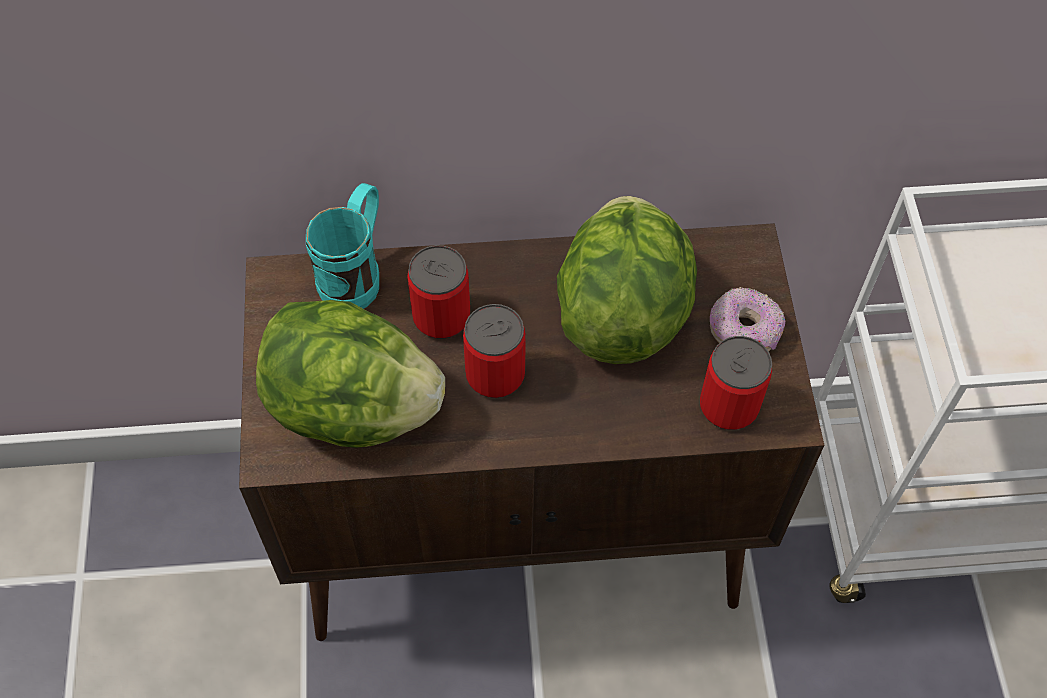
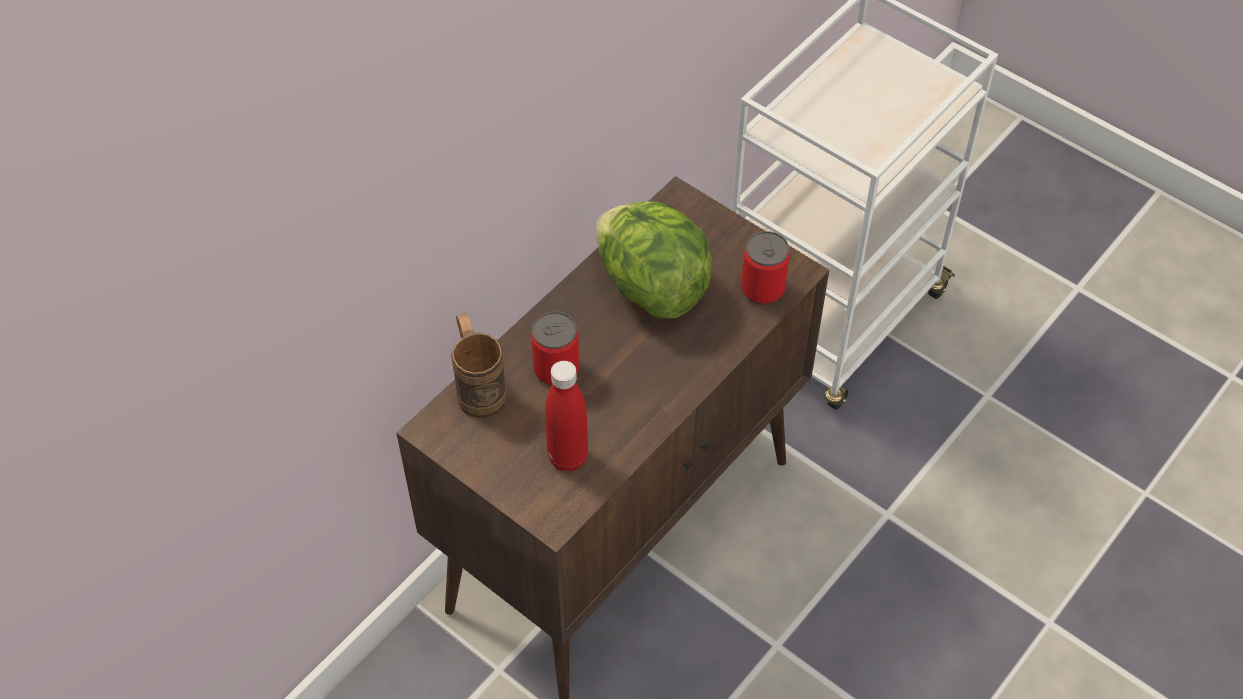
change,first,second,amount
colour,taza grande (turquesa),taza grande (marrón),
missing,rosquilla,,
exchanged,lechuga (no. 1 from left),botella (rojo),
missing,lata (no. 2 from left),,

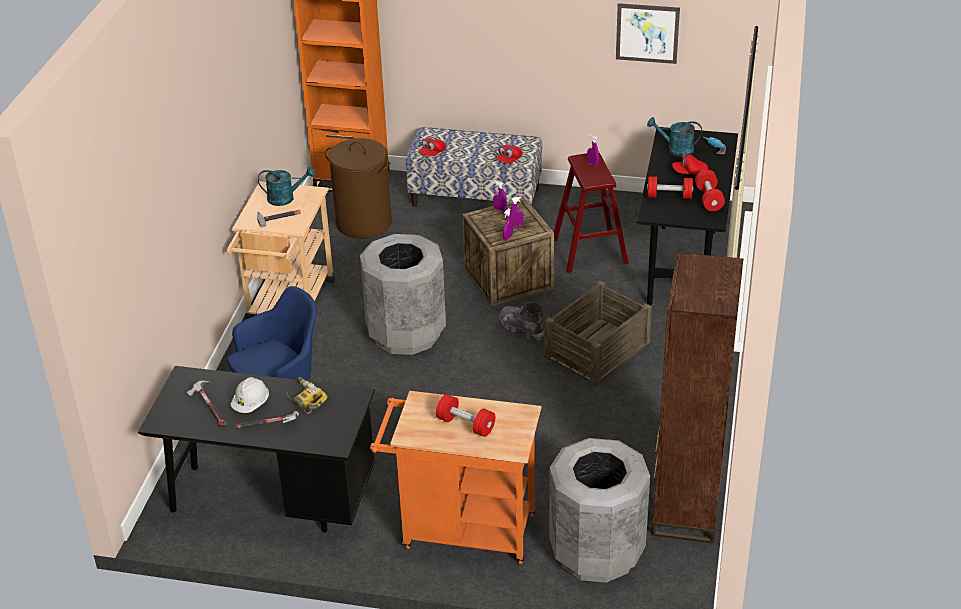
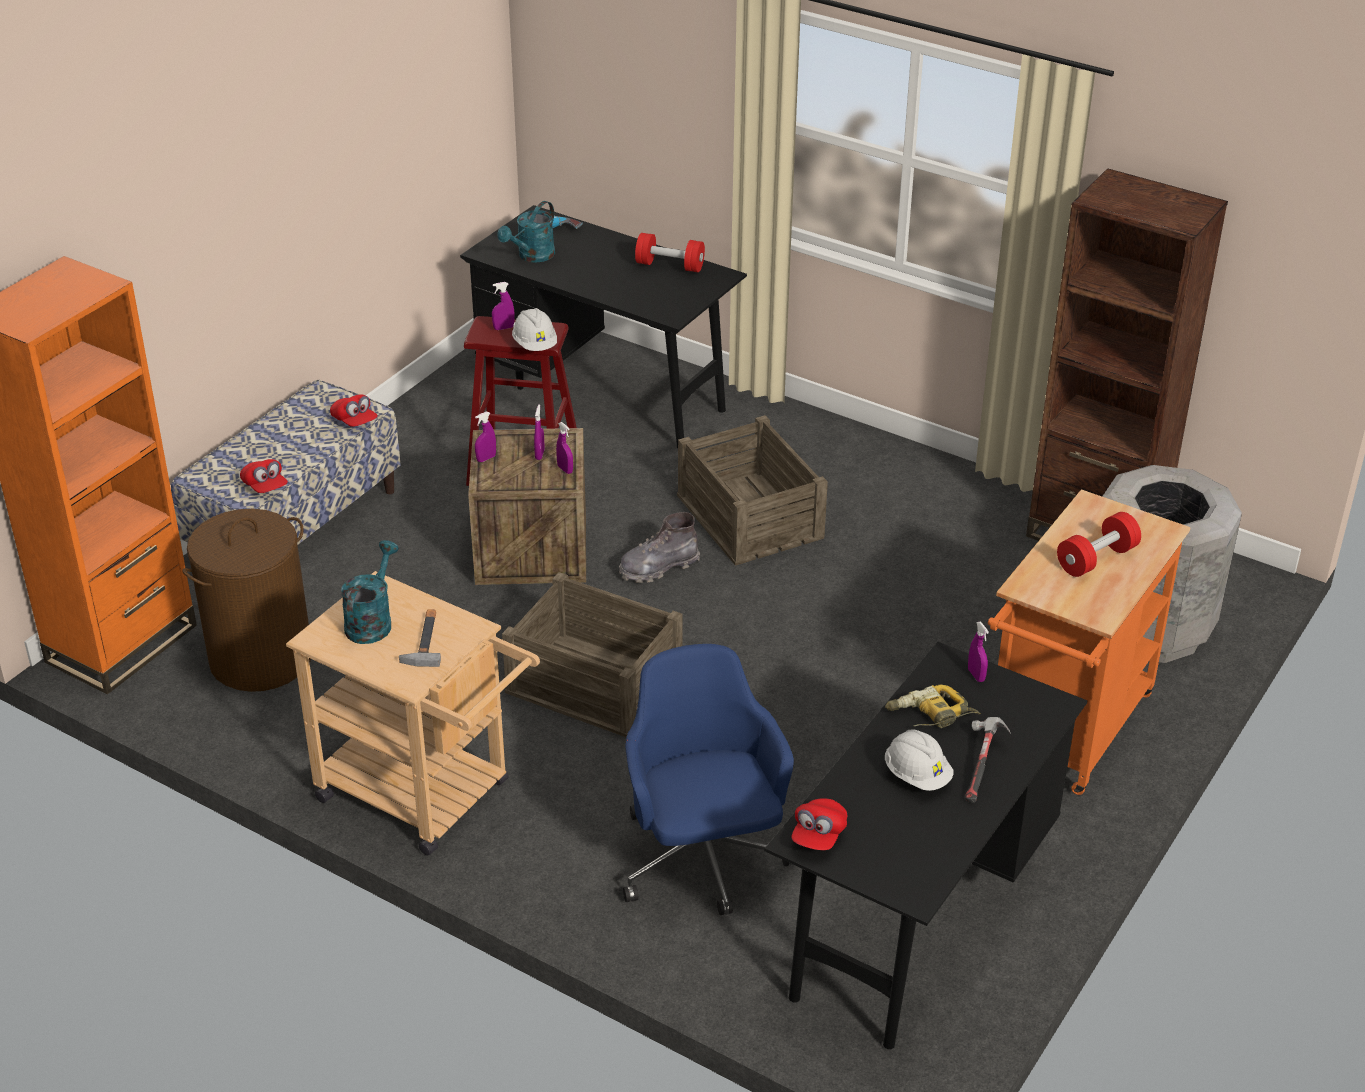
change,first,second,amount
missing,cuadro,,
relocated,gorra (rojo) (no. 3 from left),,
missing,mancuerna (rojo) (no. 2 from left),,
exchanged,papelera (gris) (no. 1 from left),caja de embalaje (no. 2 from left),
missing,martillo (no. 1 from left),,
appeared,,casco (blanco) (no. 1 from left),
appeared,,pulverizador (morado) (no. 5 from left),

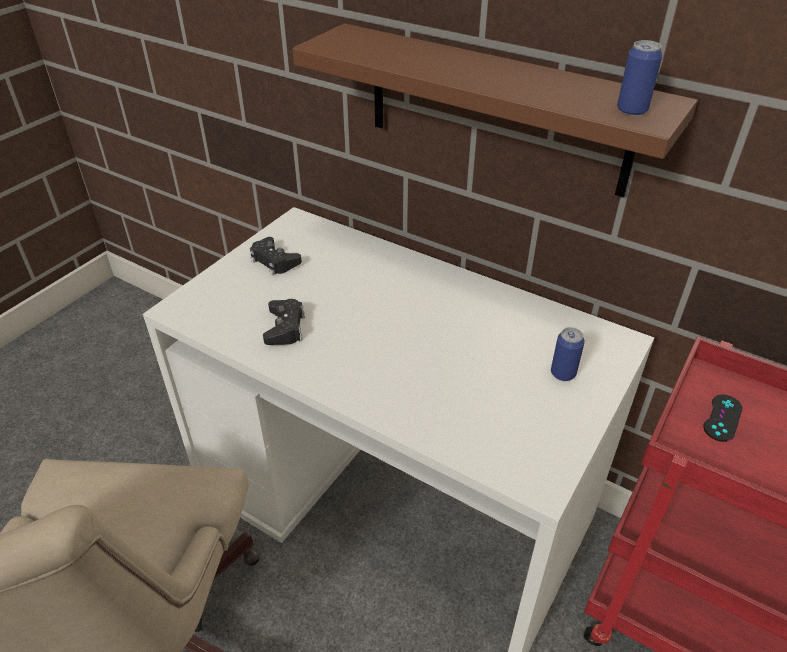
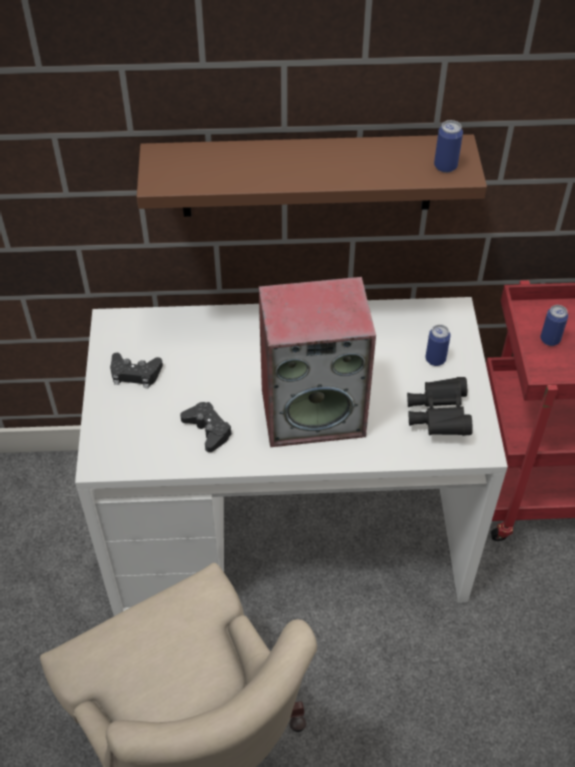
change,first,second,amount
exchanged,mando de consola (negro) (no. 3 from left),lata (no. 3 from left),
appeared,,altavoz,
appeared,,prismáticos (negro),

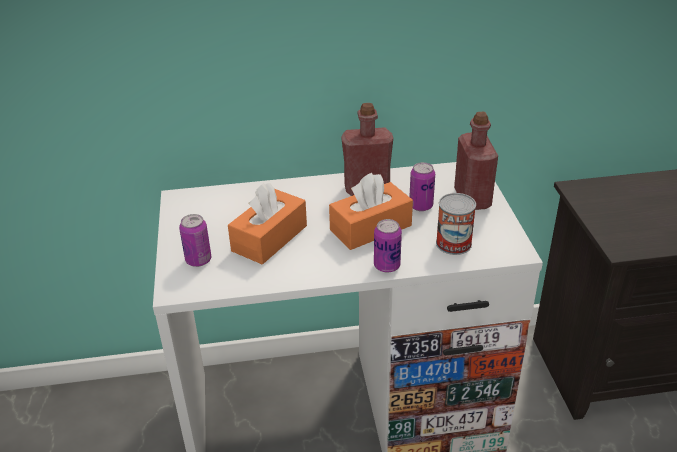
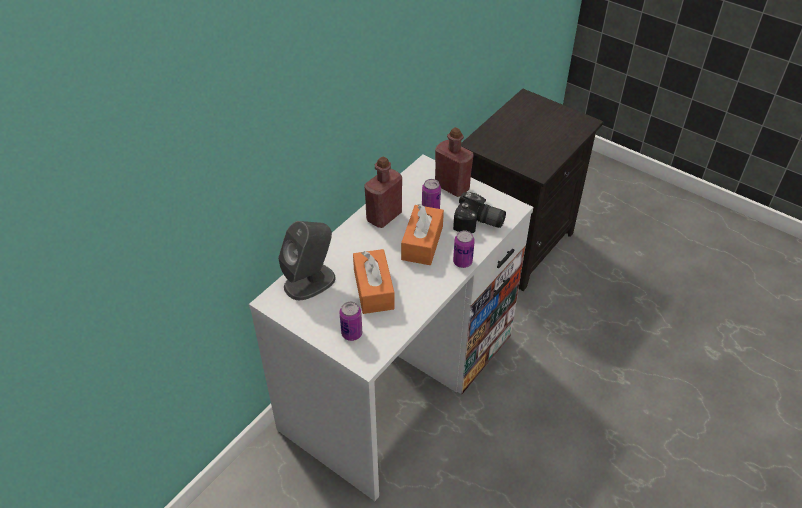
change,first,second,amount
exchanged,lata (no. 4 from left),cámara,
appeared,,altavoz (gris),

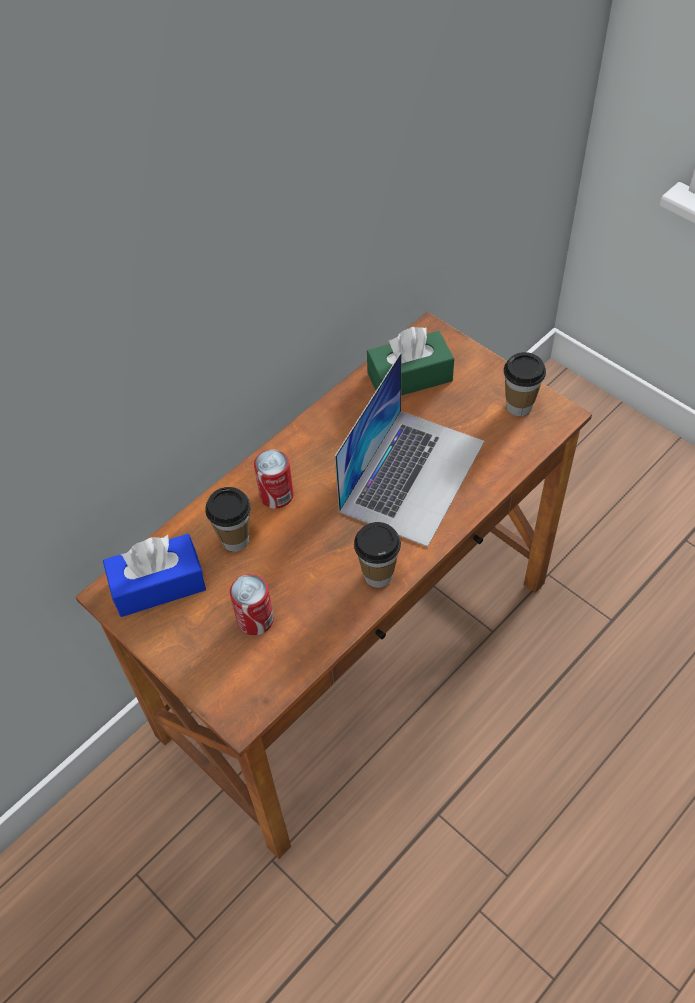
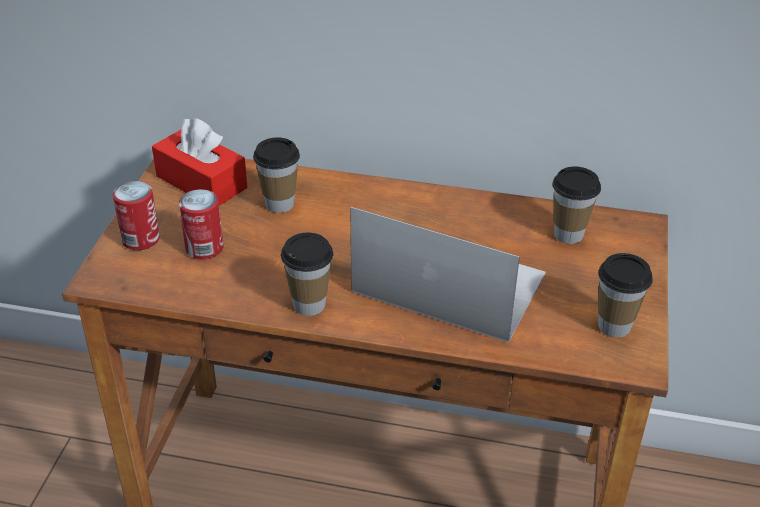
change,first,second,amount
exchanged,caja de pañuelos (verde),taza (no. 3 from left),
spun,portátil,,150 degrees counterclockwise
relocated,lata (no. 2 from left in the first image),lata (no. 1 from left),
colour,caja de pañuelos (azul),caja de pañuelos (rojo),

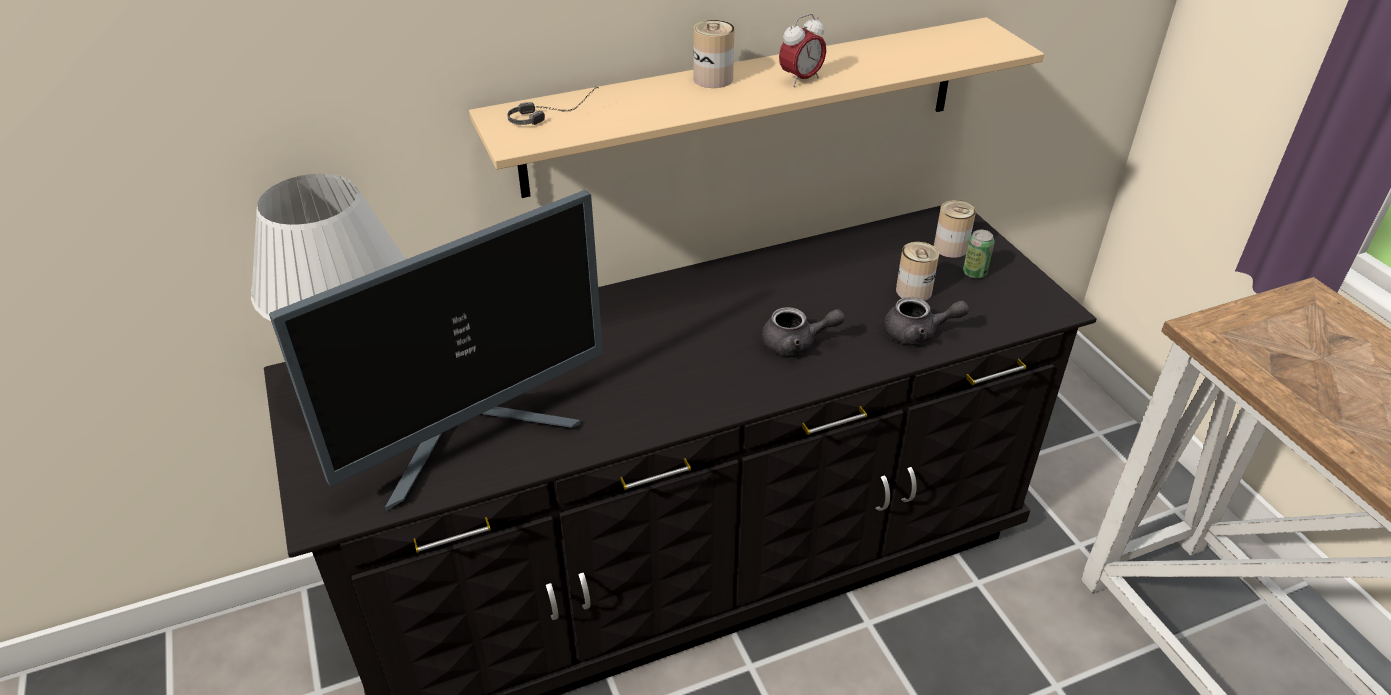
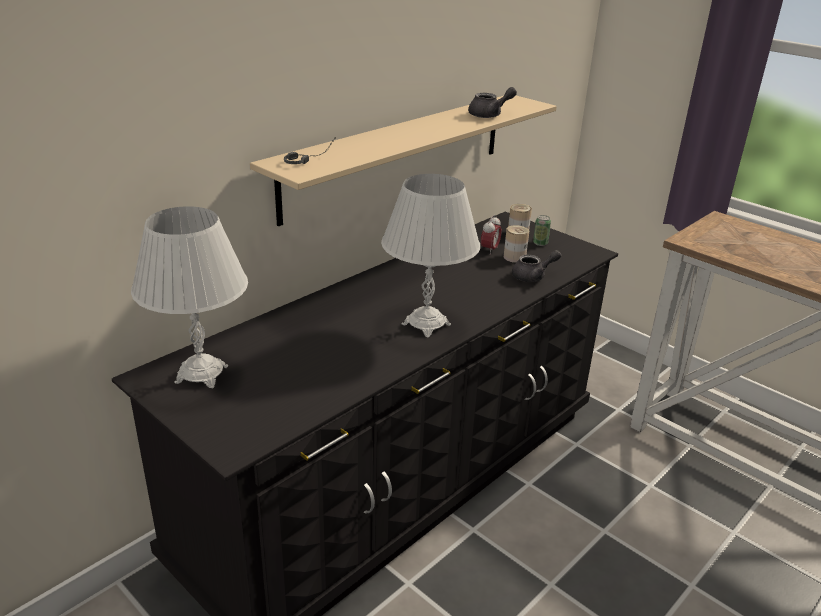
change,first,second,amount
relocated,despertador,,
missing,lata (no. 1 from left),,
missing,monitor,,
relocated,tetera (gris) (no. 1 from left),,
appeared,,lámpara de mesa (blanco) (no. 2 from left),

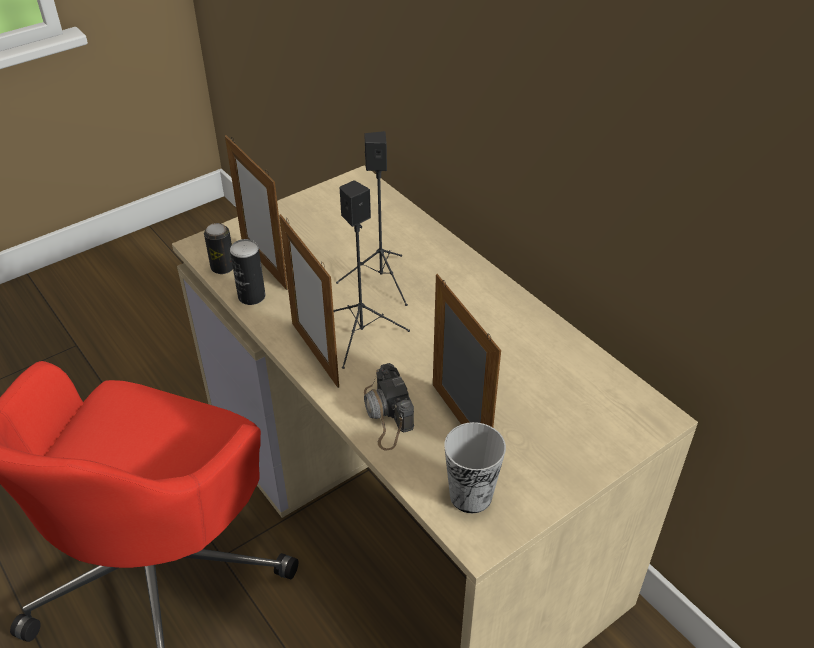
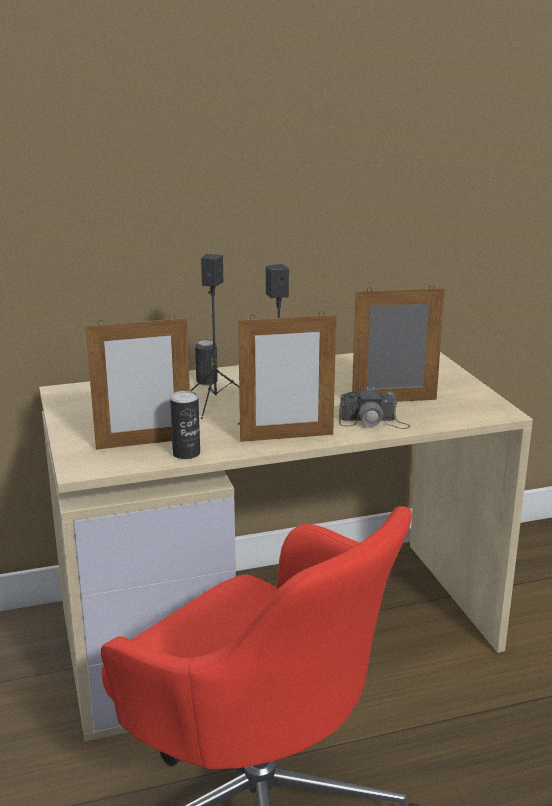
change,first,second,amount
relocated,lata (no. 1 from left in the first image),lata (no. 2 from left),
missing,taza,,

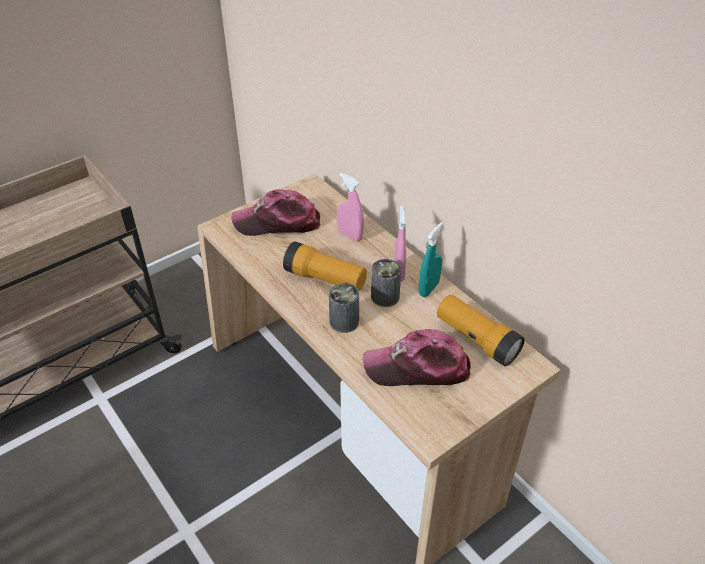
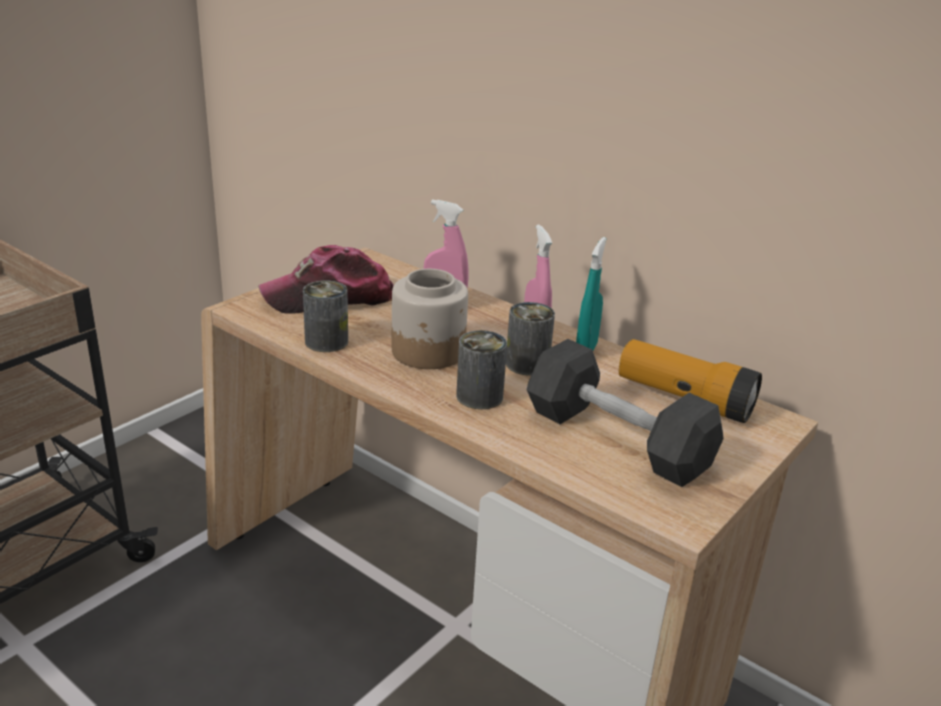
change,first,second,amount
exchanged,linterna (no. 1 from left),tarro,
exchanged,gorra (no. 2 from left),mancuerna (negro),
appeared,,lata (no. 1 from left),

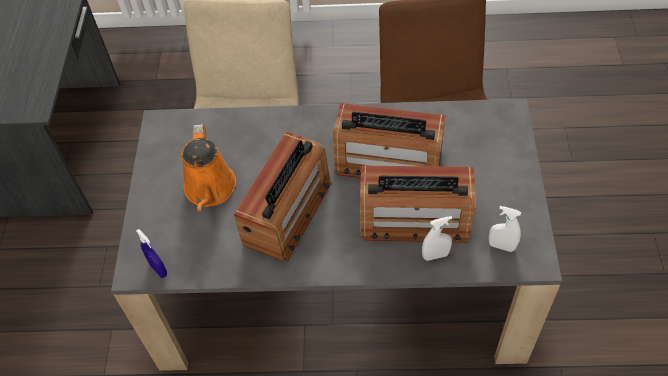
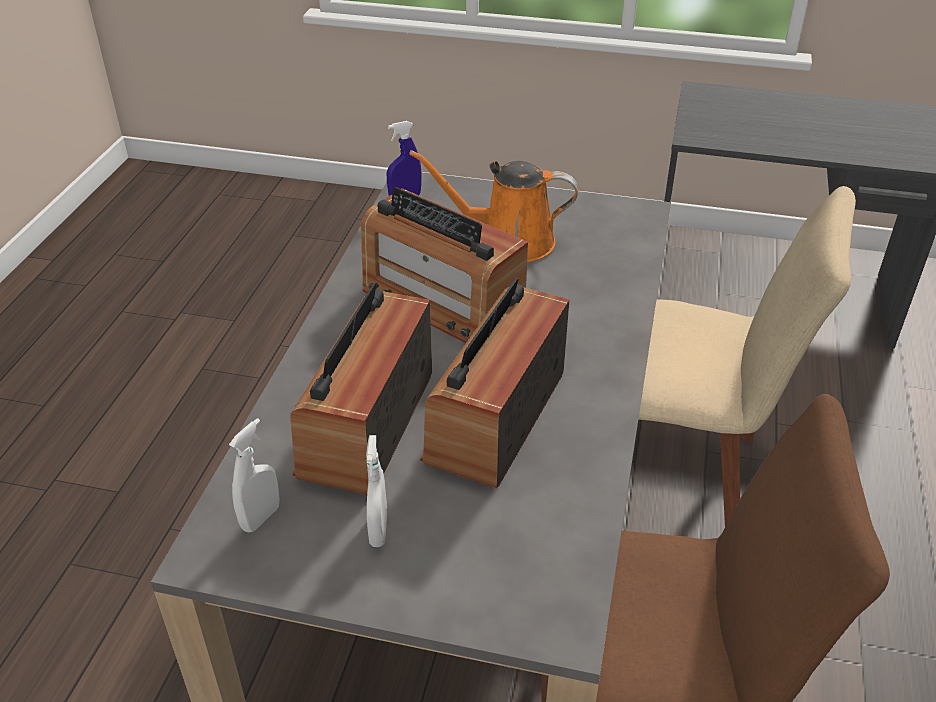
change,first,second,amount
relocated,pulverizador (blanco) (no. 1 from left in the first image),pulverizador (blanco) (no. 2 from left),

